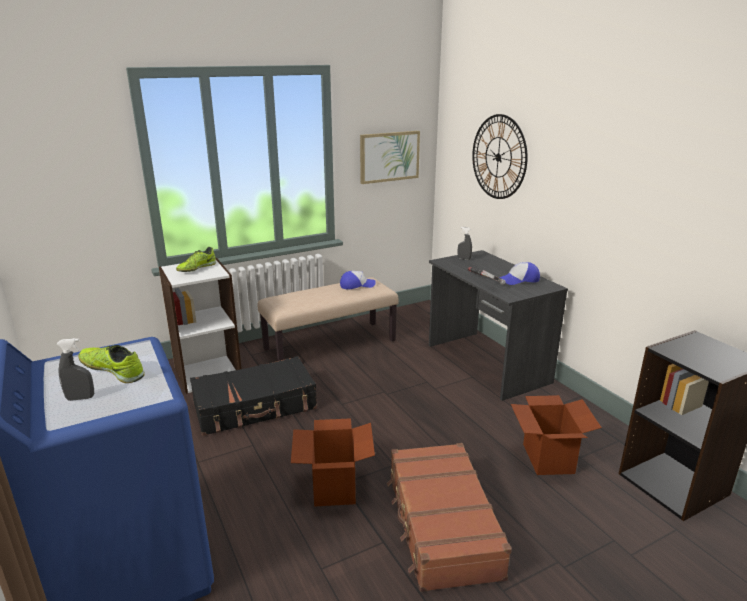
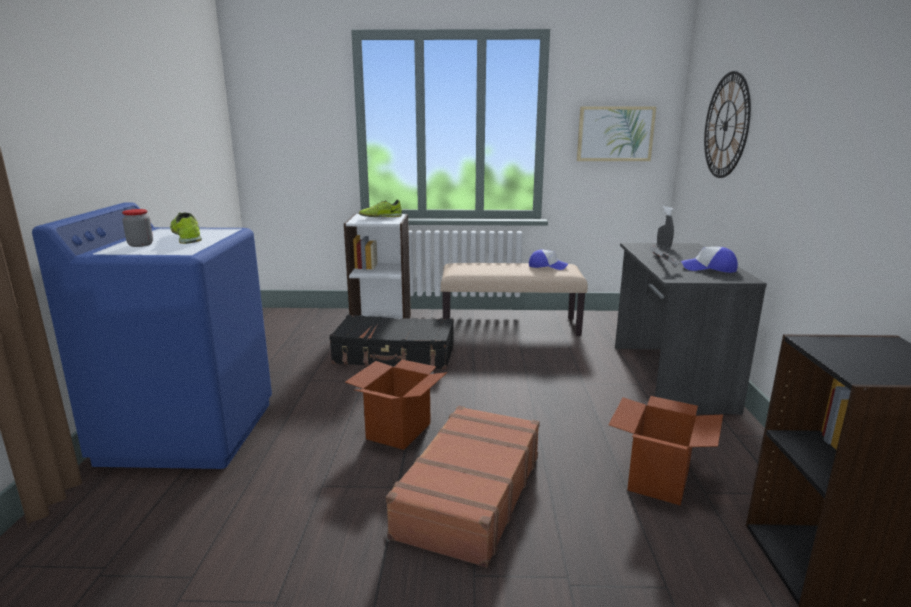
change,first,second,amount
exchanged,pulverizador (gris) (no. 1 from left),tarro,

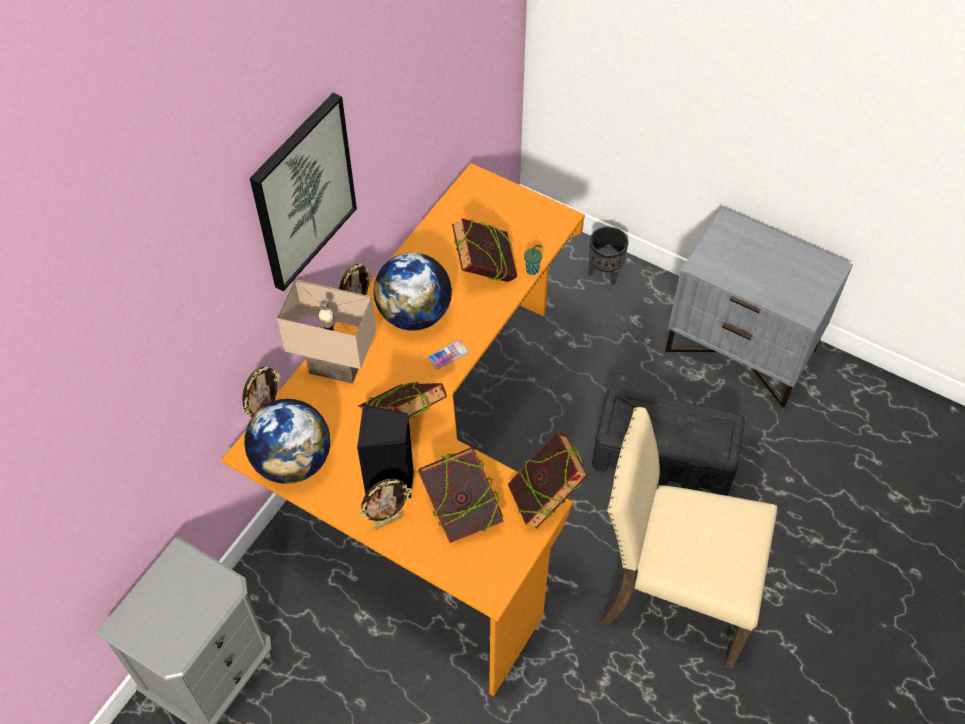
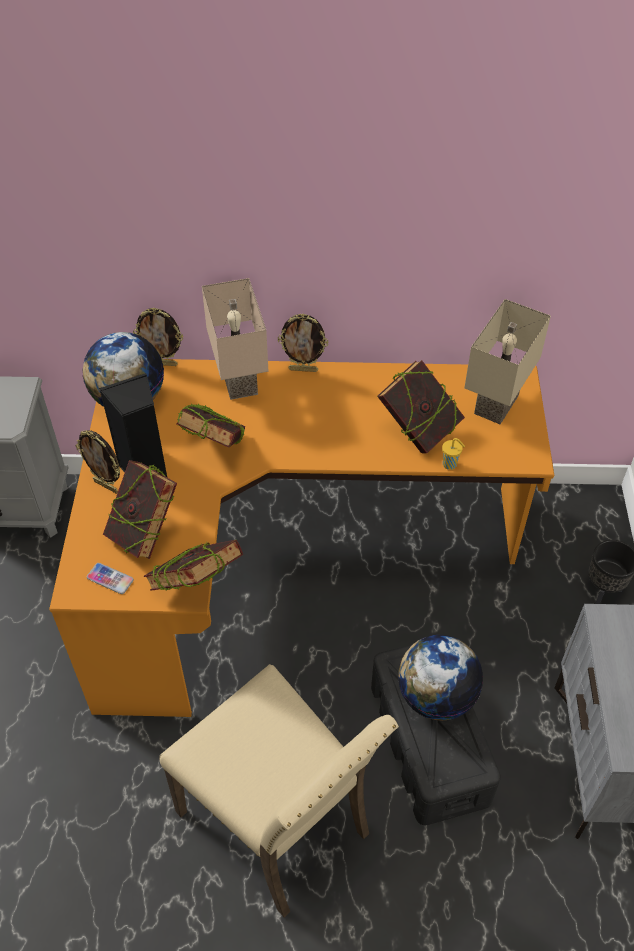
change,first,second,amount
missing,cuadro,,
colour,taza (verde),taza (amarillo),
relocated,globo terráqueo (no. 2 from left),,
relocated,móvil,,
spun,silla (beis),,150 degrees clockwise
appeared,,lámpara de mesa (beis) (no. 2 from left),

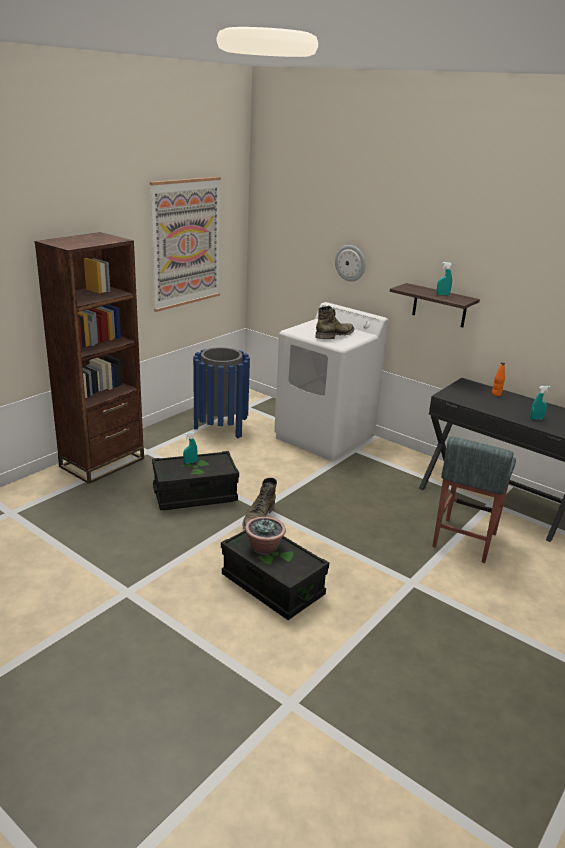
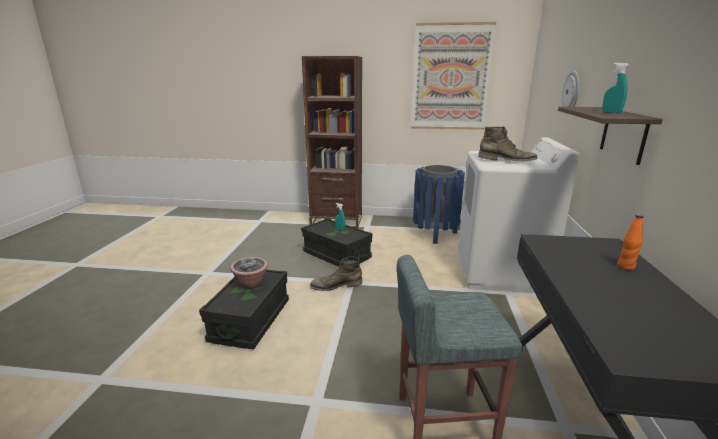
change,first,second,amount
missing,pulverizador (turquesa) (no. 3 from left),,

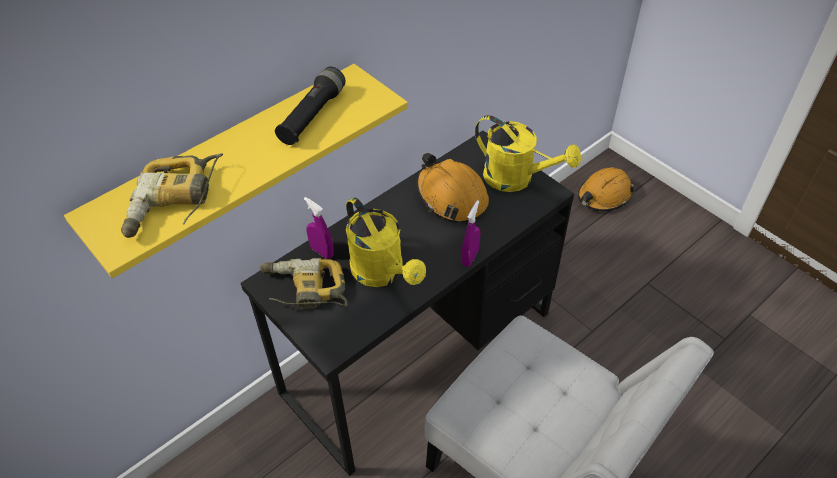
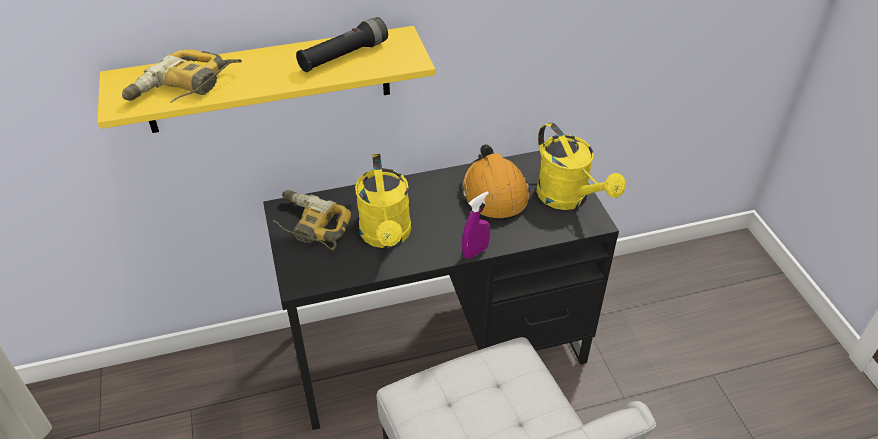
change,first,second,amount
missing,casco (naranja) (no. 2 from left),,
missing,pulverizador (morado) (no. 1 from left),,

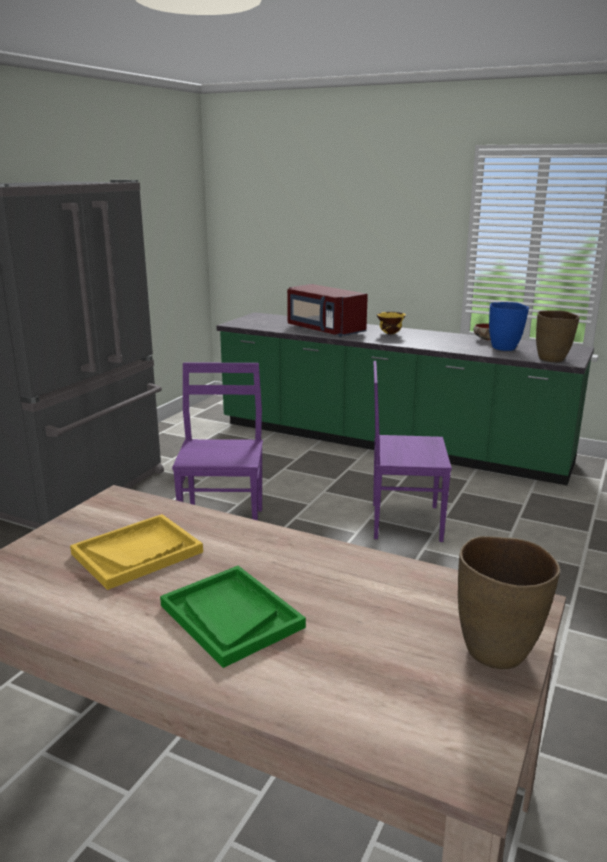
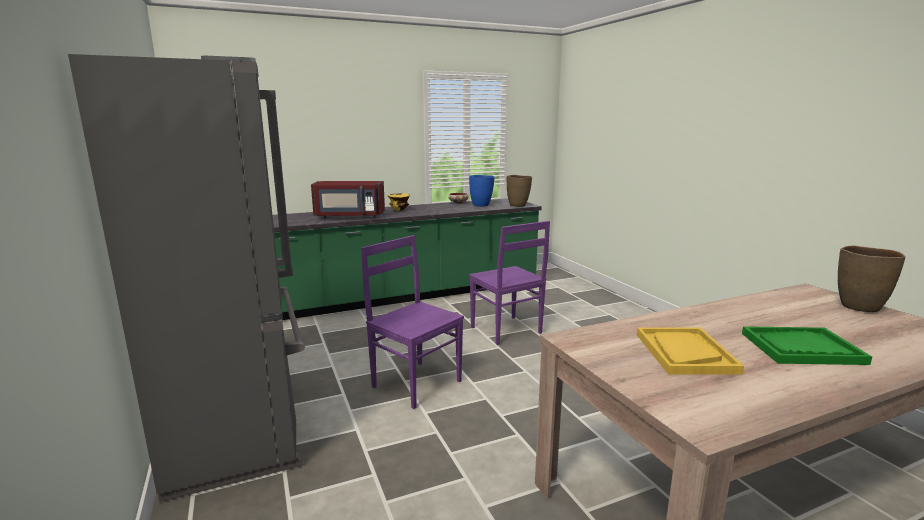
change,first,second,amount
spun,silla (morado) (no. 2 from left),,75 degrees counterclockwise

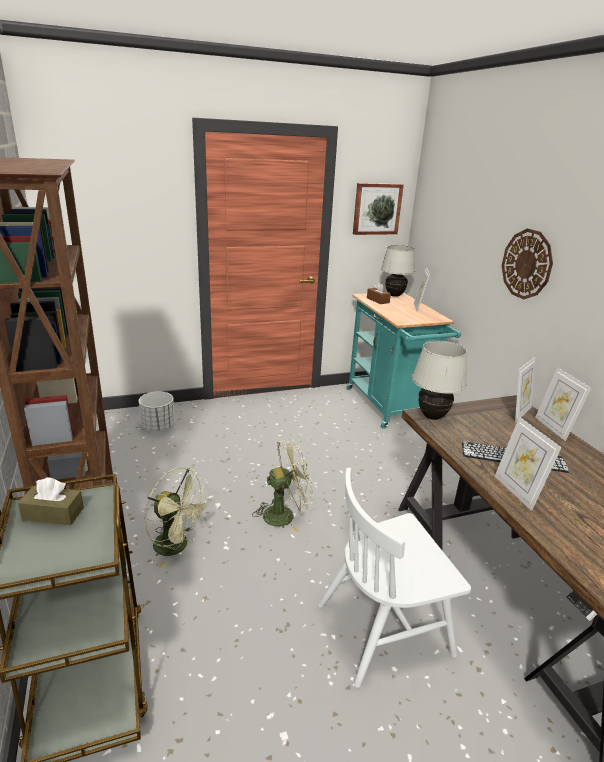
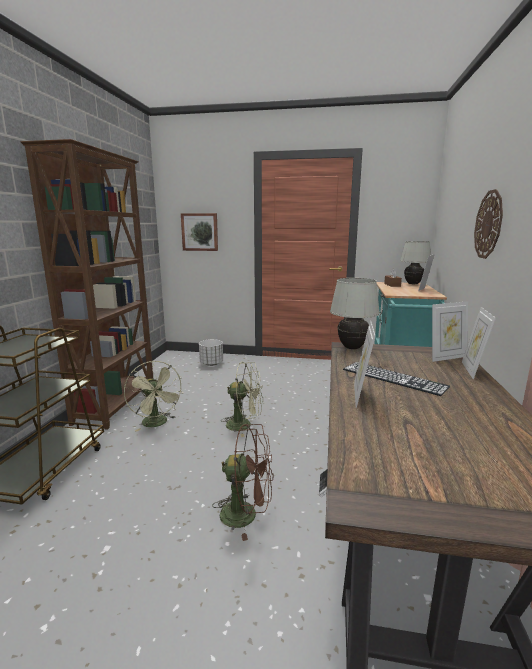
change,first,second,amount
relocated,cuadro,,
exchanged,silla (blanco),ventilador (marrón),
missing,caja de pañuelos (marrón) (no. 1 from left),,

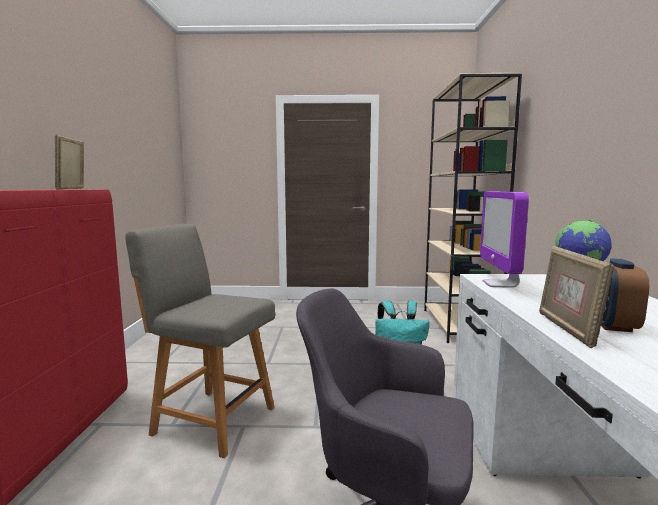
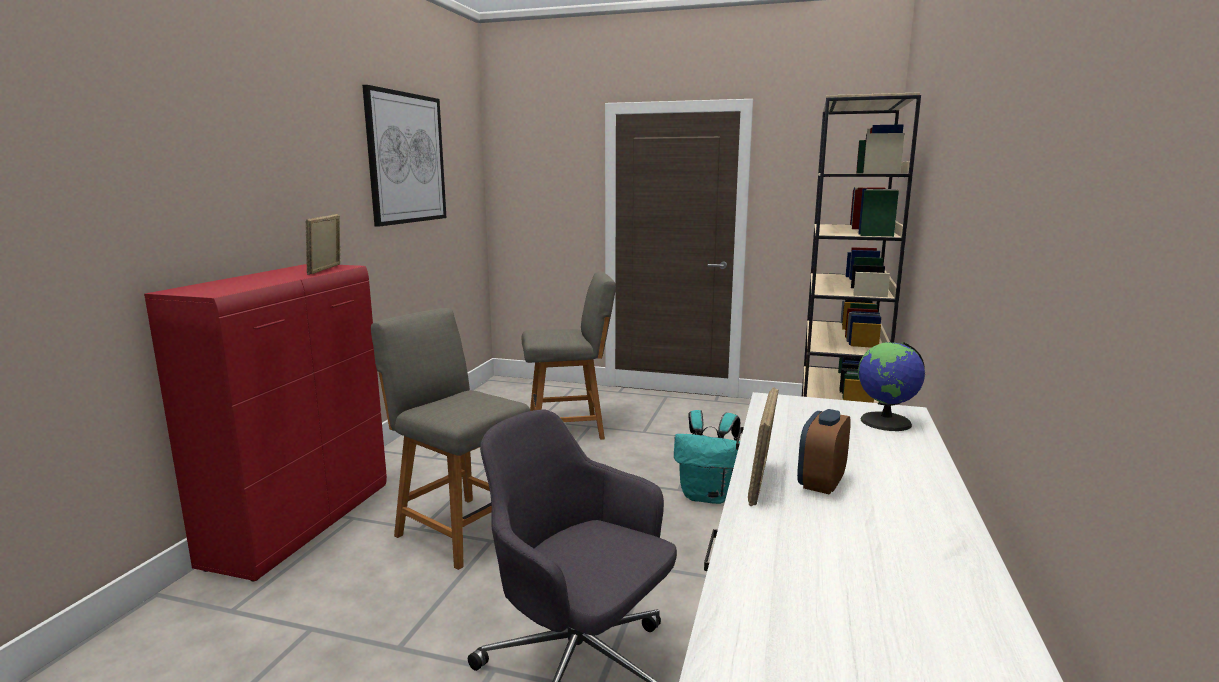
change,first,second,amount
missing,monitor,,
appeared,,cuadro,
appeared,,silla (gris) (no. 2 from left),

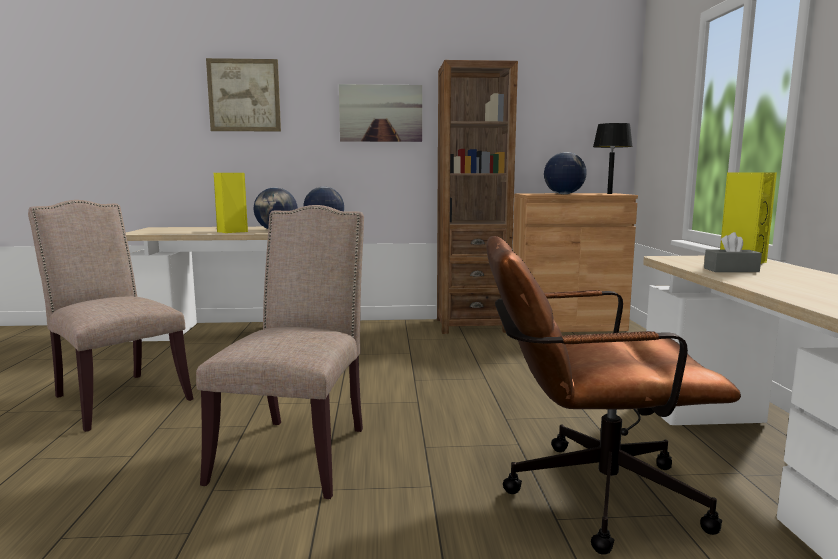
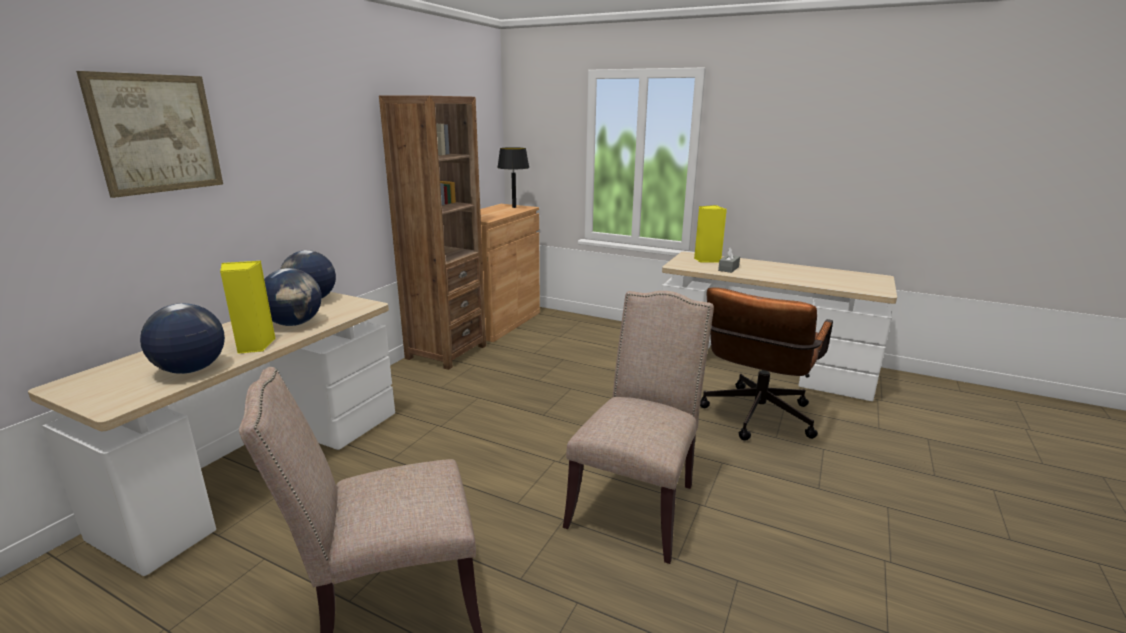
change,first,second,amount
missing,cuadro (no. 2 from left),,
relocated,globo terráqueo (no. 3 from left in the first image),globo terráqueo (no. 1 from left),
spun,silla (beis) (no. 2 from left),,75 degrees clockwise

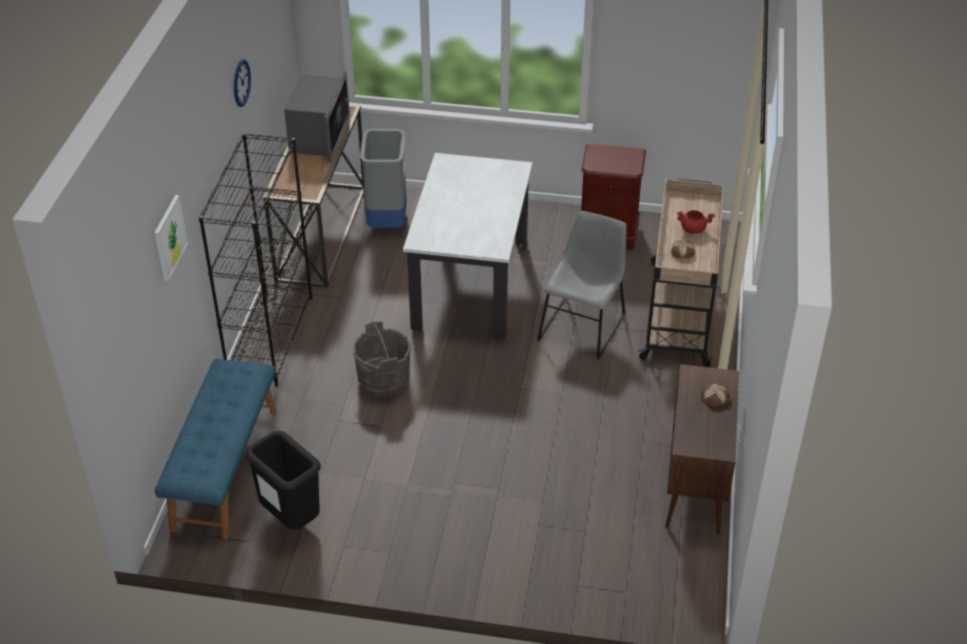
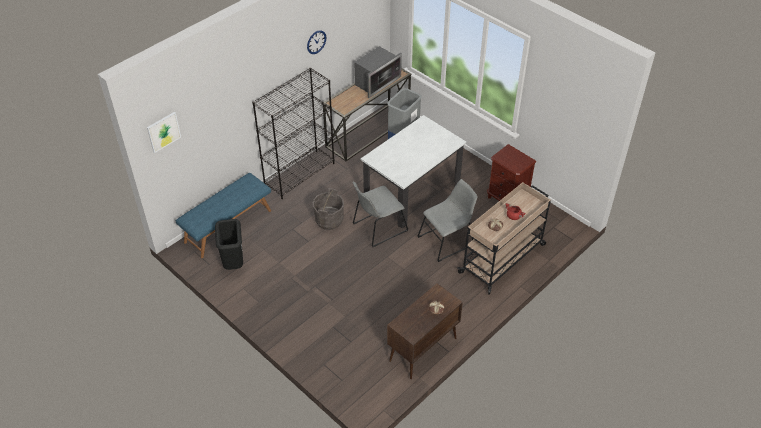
change,first,second,amount
relocated,cuadro,,
appeared,,silla (gris) (no. 1 from left),

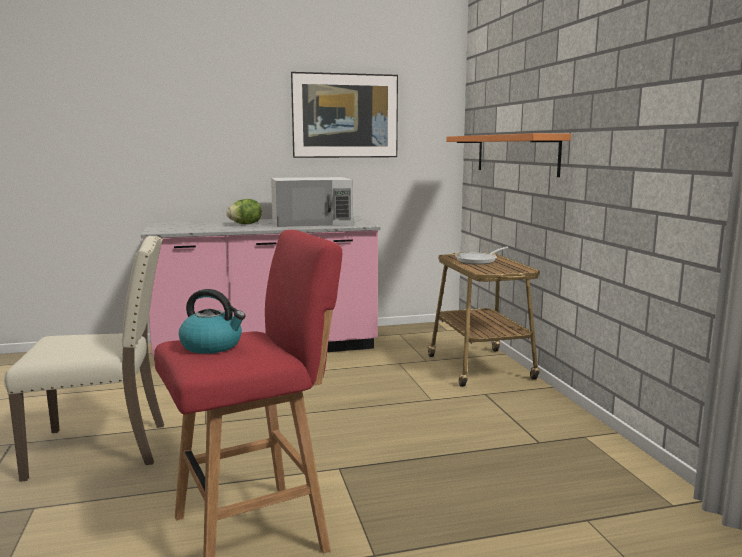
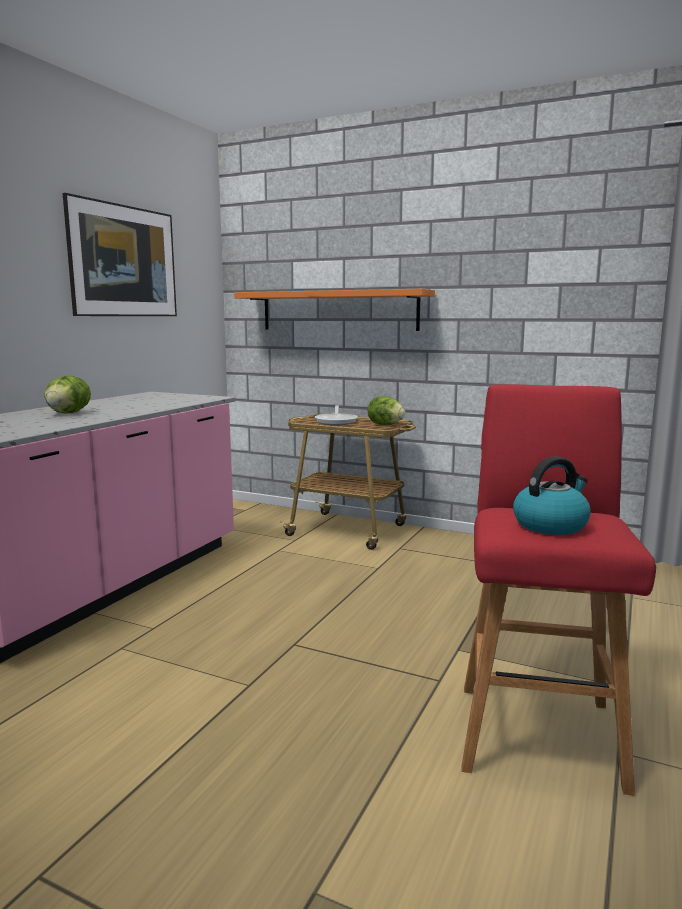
change,first,second,amount
missing,microondas (blanco),,
missing,silla (beis),,
appeared,,lechuga (no. 2 from left),

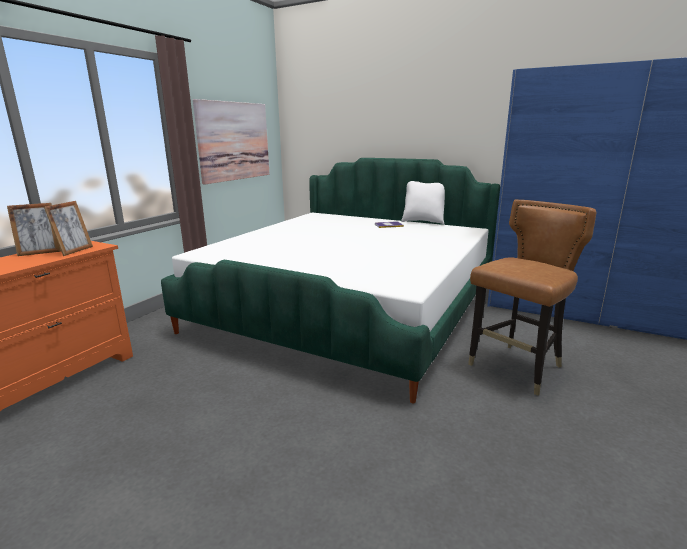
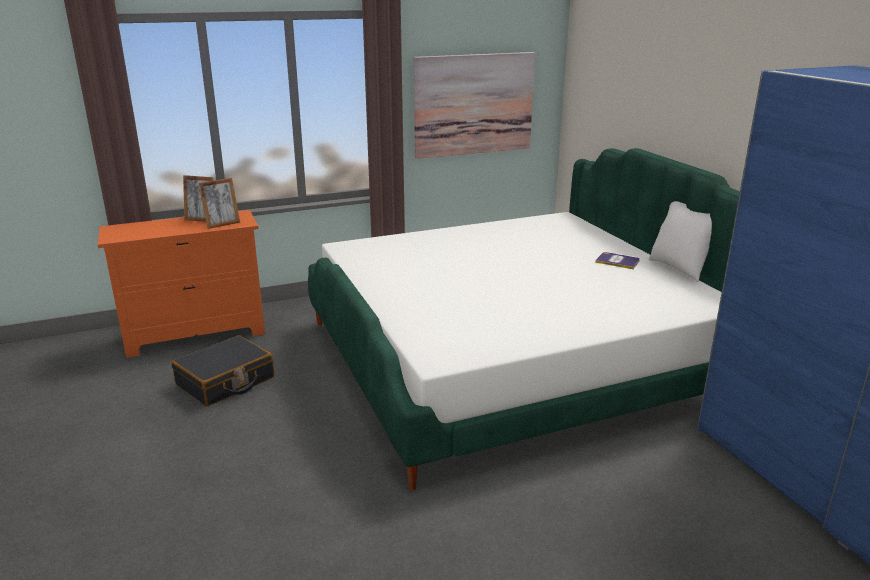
change,first,second,amount
missing,silla (marrón),,
appeared,,maleta (negro),

